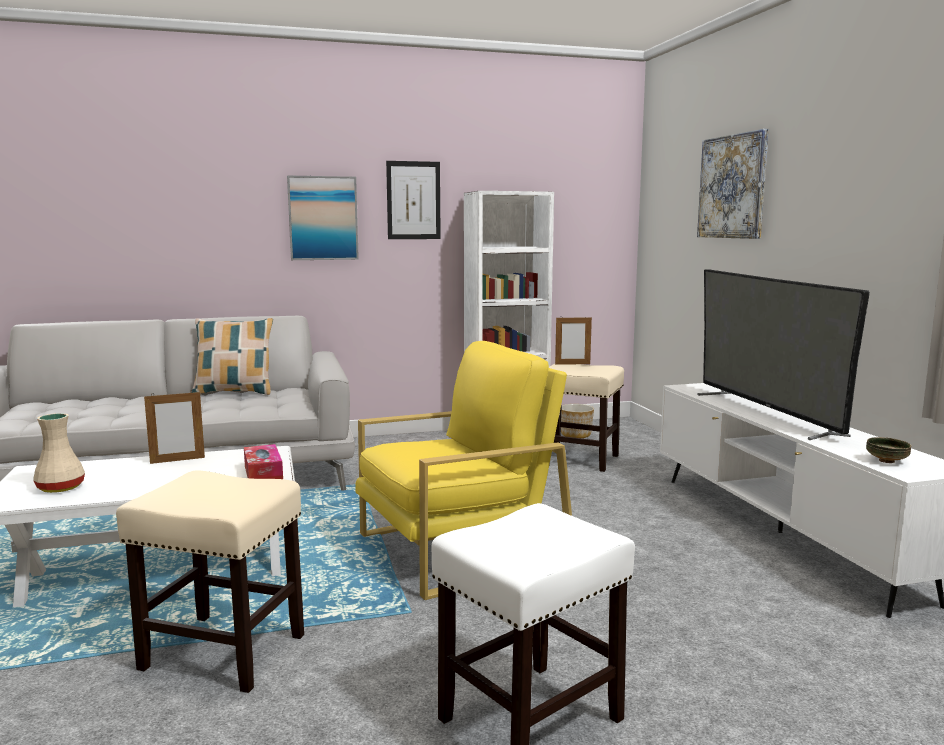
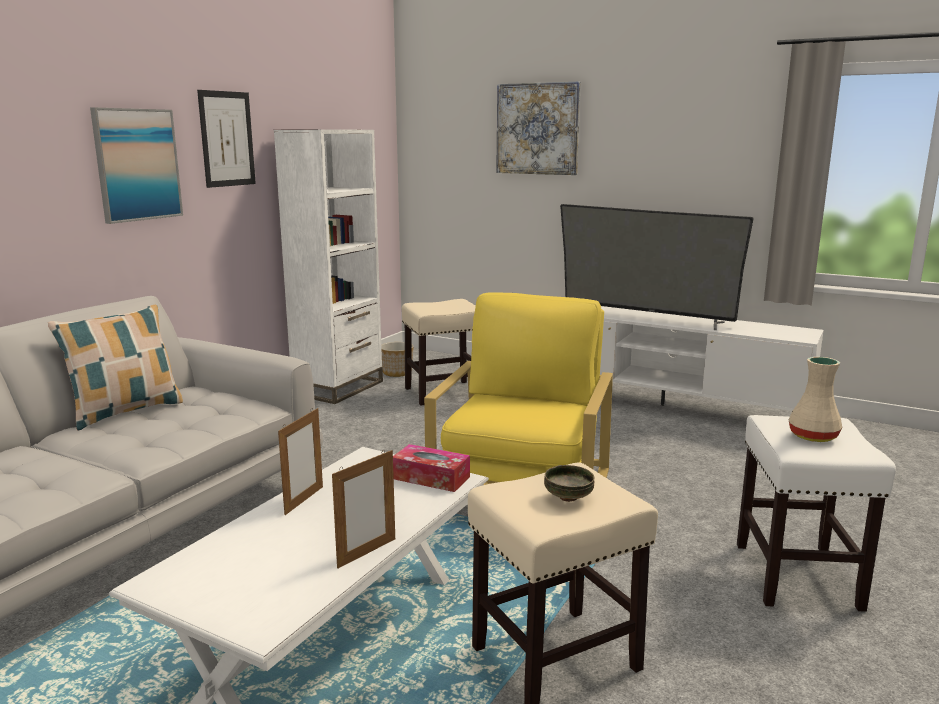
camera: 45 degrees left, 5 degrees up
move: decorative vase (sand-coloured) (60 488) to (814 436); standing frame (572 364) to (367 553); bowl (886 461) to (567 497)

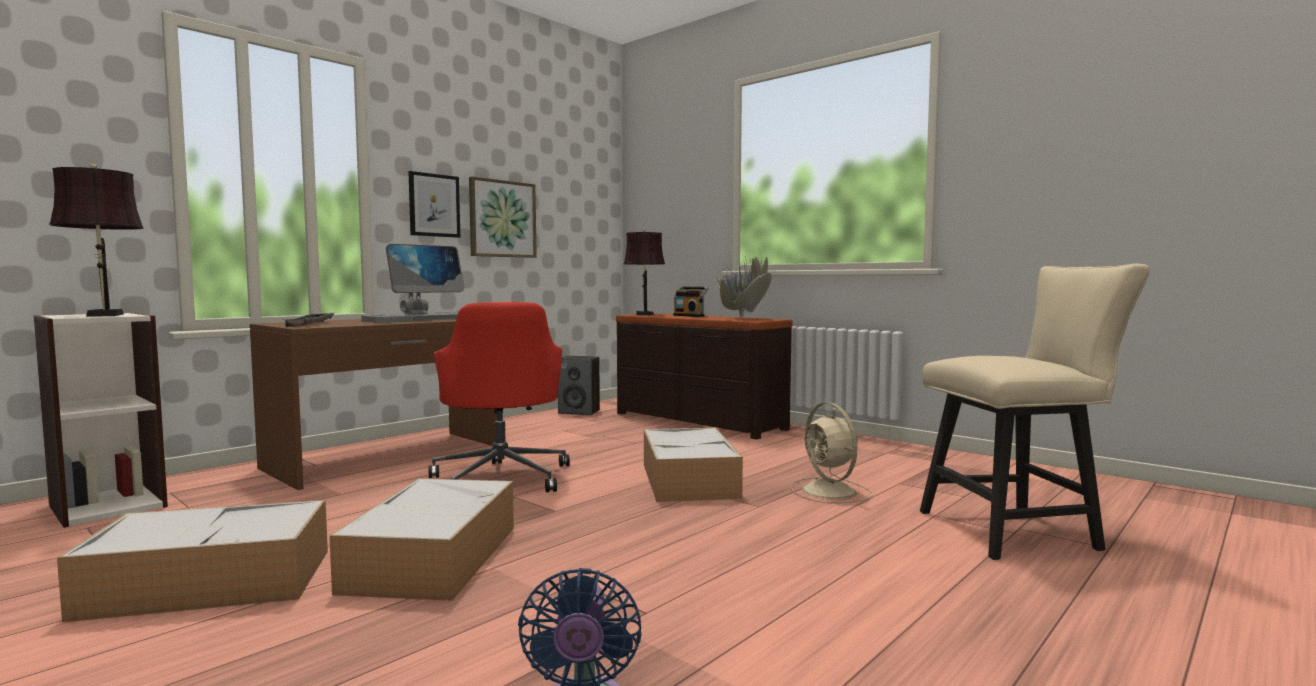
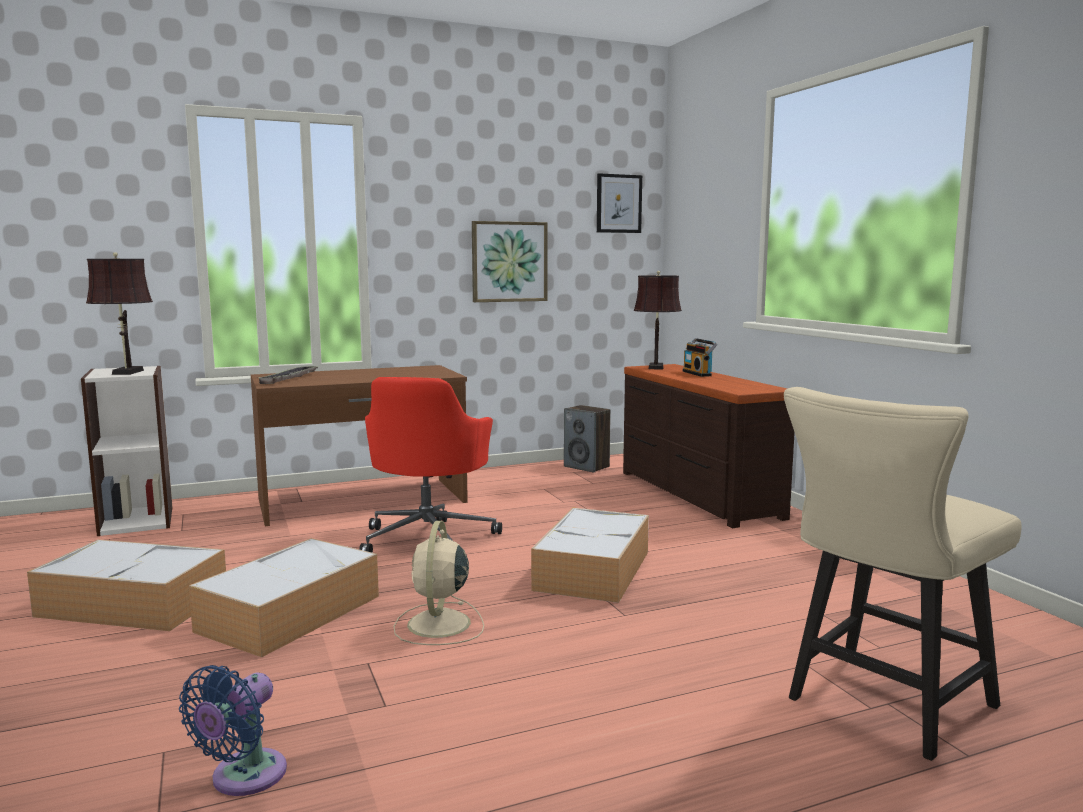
camera: 25 degrees right, 5 degrees up
delete: monitor (423 319); plant in a pot (741 319)
move: wall art (434 205) to (618 203); cooling fan (sand-coloured) (830 491) to (438 625)
rotate: plain chair (sand-coloured) (1019 530) = (882 706) 120 degrees clockwise

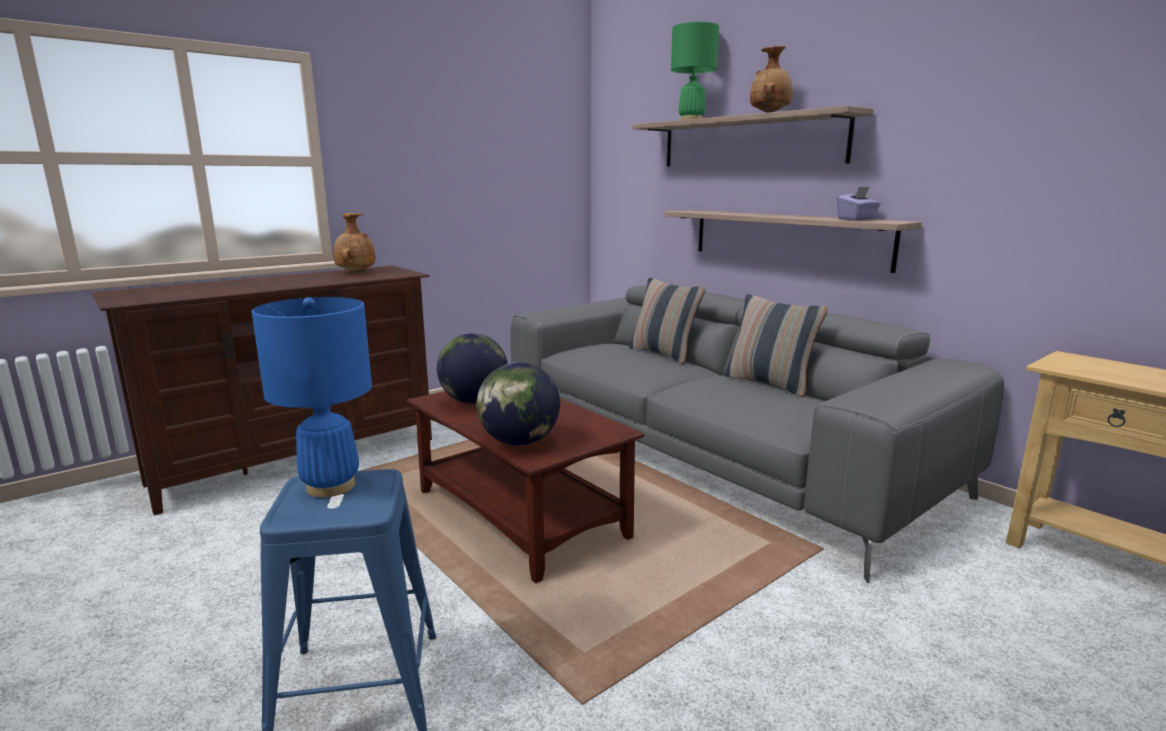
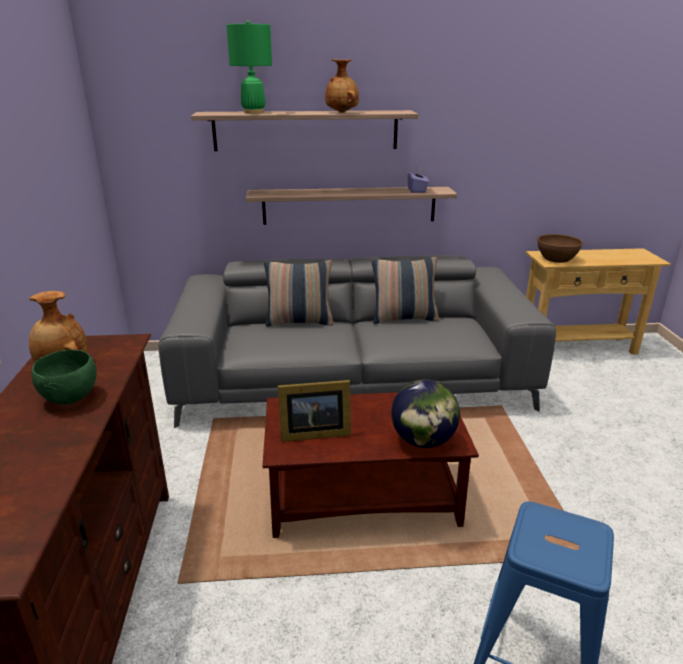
camera: 55 degrees left, 10 degrees up
delete: table lamp (blue) (331 486)
insert: bowl (green) (71 397); bowl (brown-coloured) (556 259)
replace: globe (474 401) to standing frame (313 433)

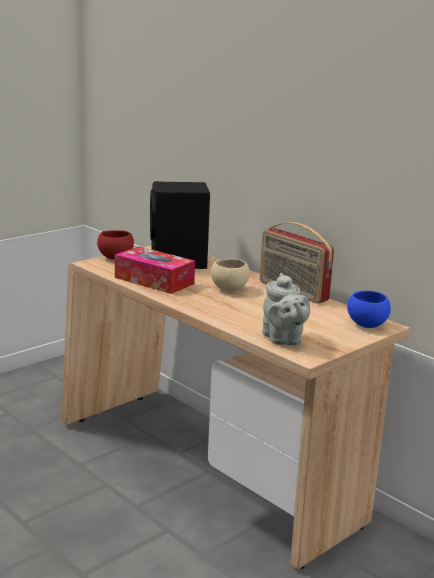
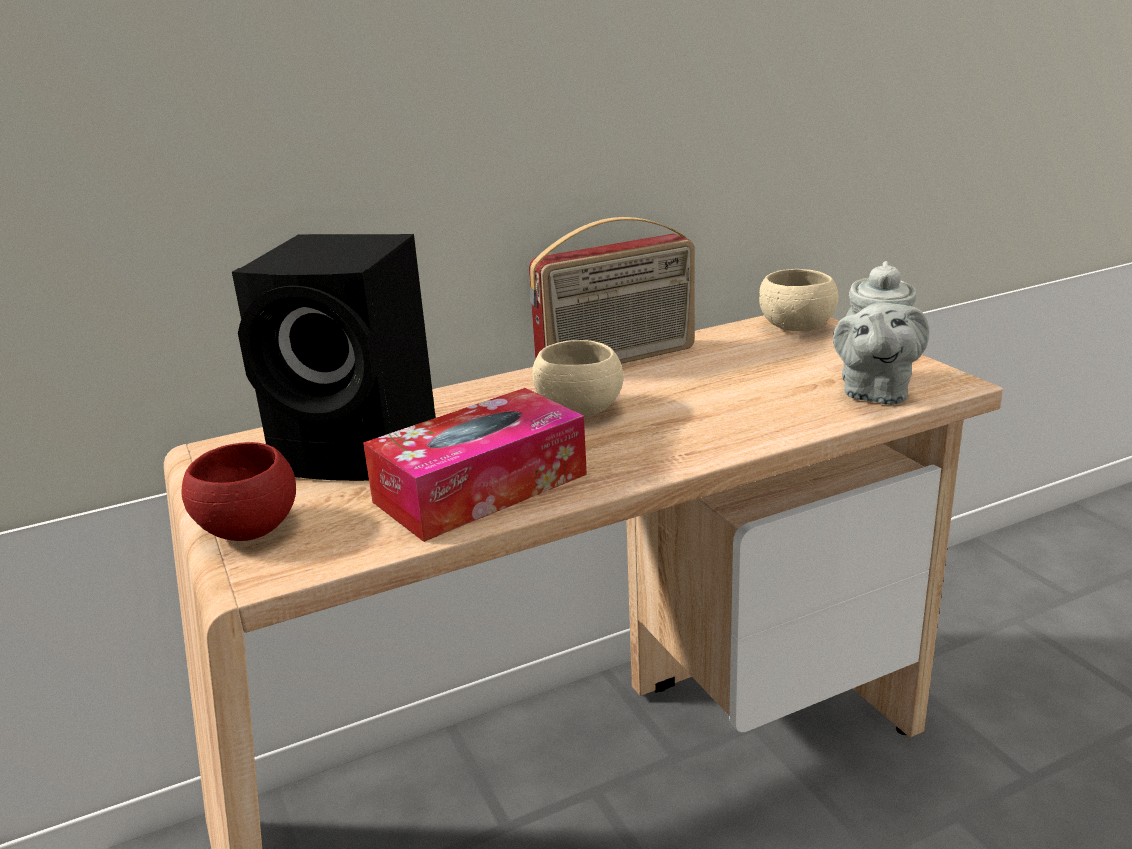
camera: 70 degrees left, 5 degrees up
recolor: bowl (blue) (366 324) to bowl (sand-coloured) (797 328)
rotate: teapot (greyish) (283 340) = (874 392) 105 degrees clockwise

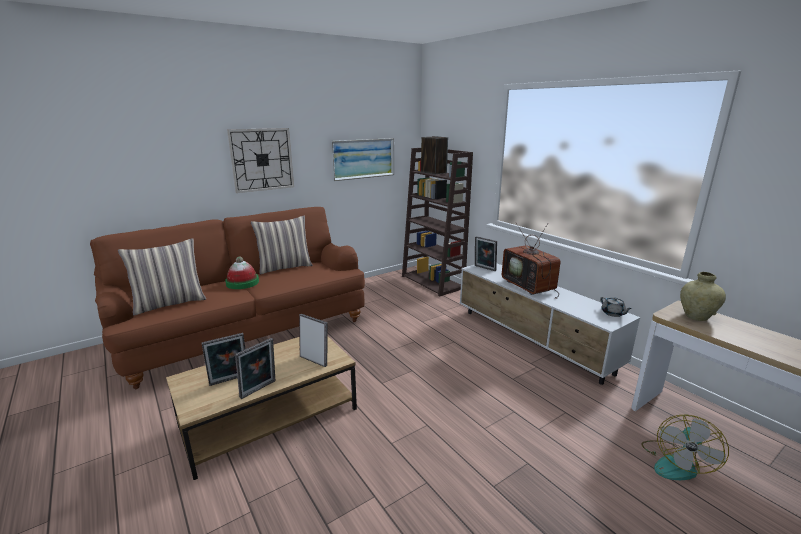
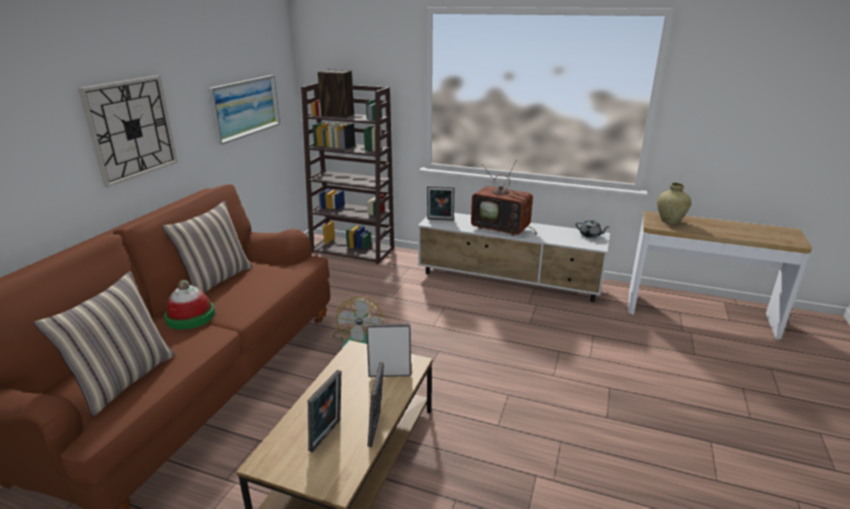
camera: 35 degrees left, 5 degrees up
move: cooling fan (676 463) to (357 340)

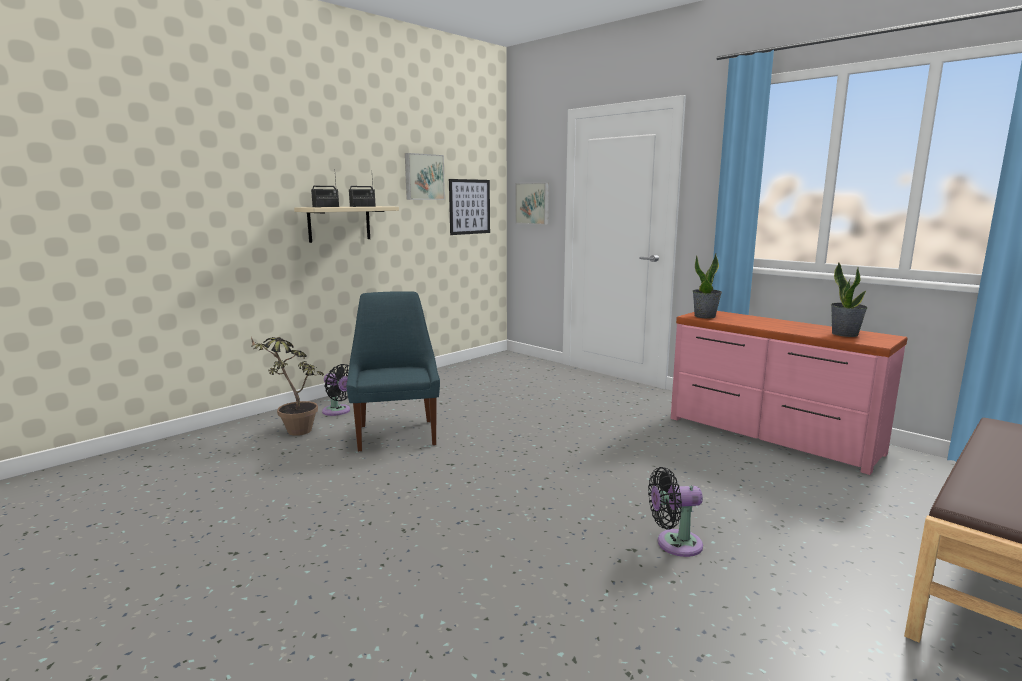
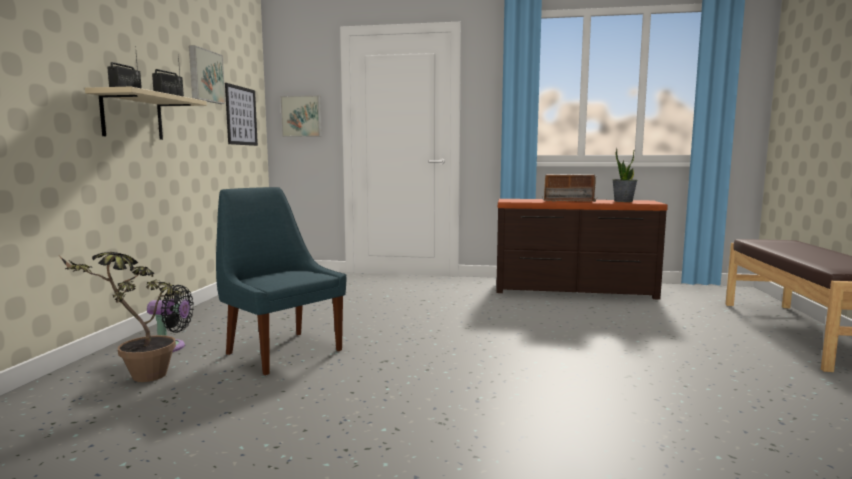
camera: 35 degrees left, 5 degrees down
delete: cooling fan (blackish) (674 544); plant in a pot (705 316)
insert: radio (569 201)
recolor: dresser (pink) (770 435) to dresser (brown-coloured) (573 290)

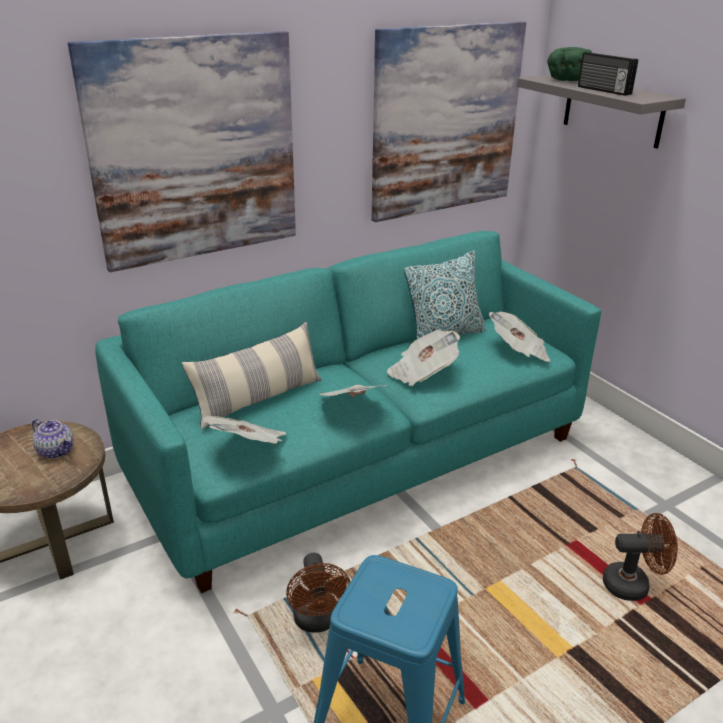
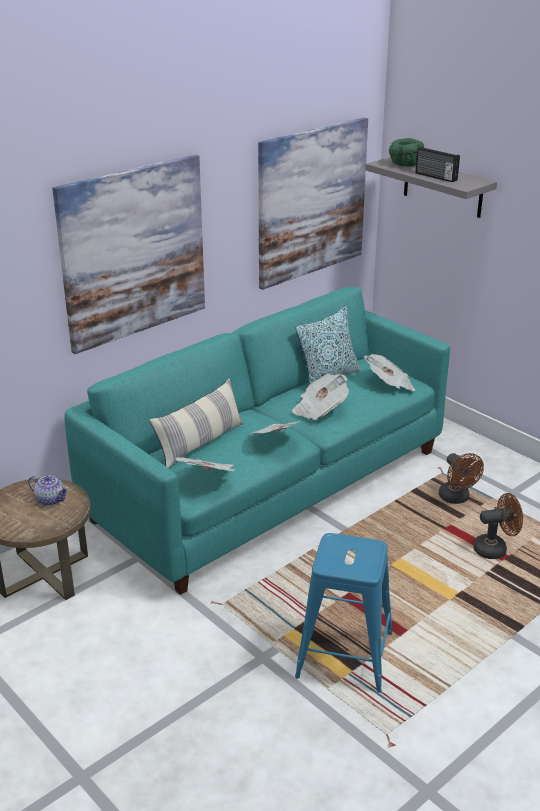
camera: 10 degrees left, 0 degrees up
move: cooling fan (brown-coloured) (318 621) to (456 498)

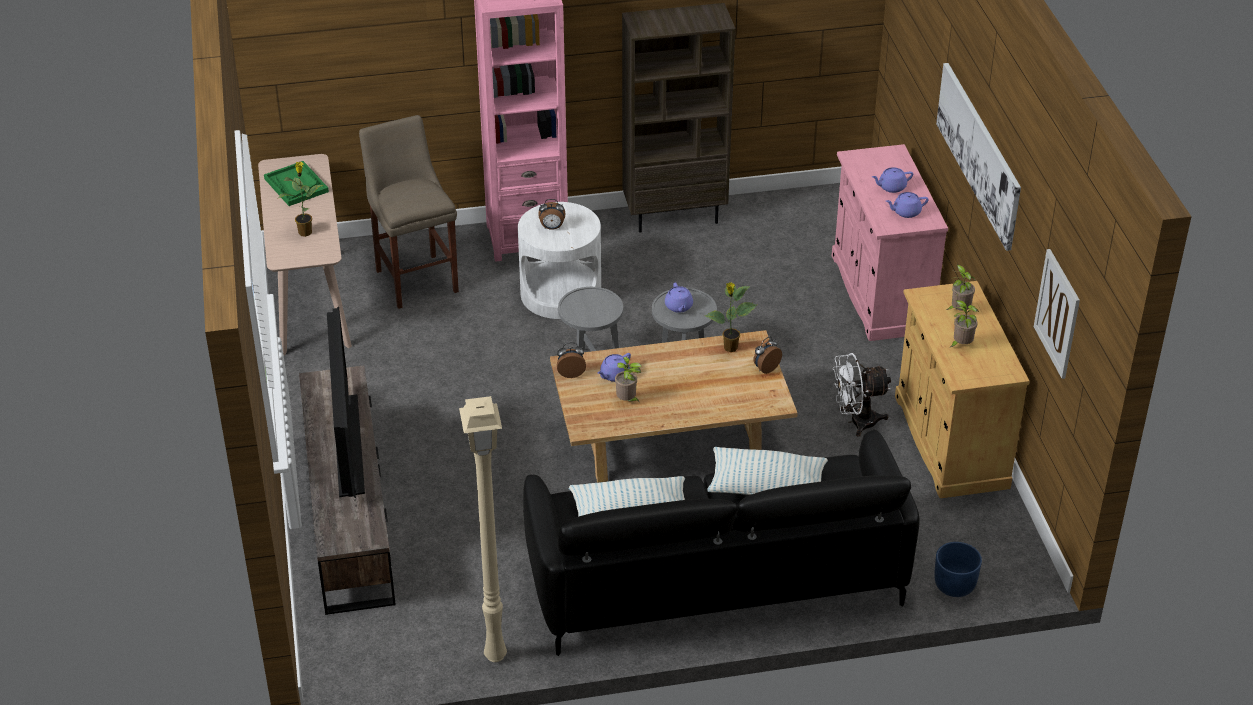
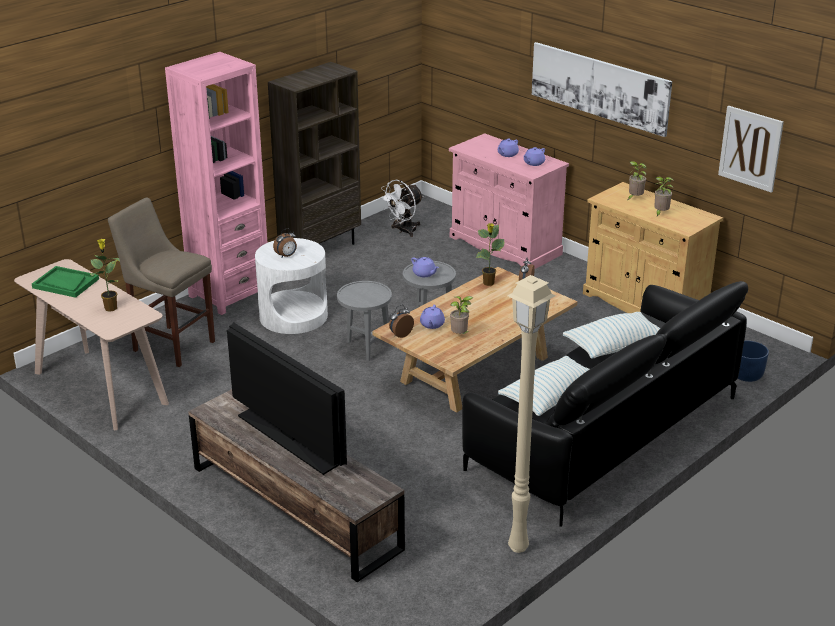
camera: 35 degrees left, 10 degrees down
move: cooling fan (white-coloured) (856 422) to (403 231)

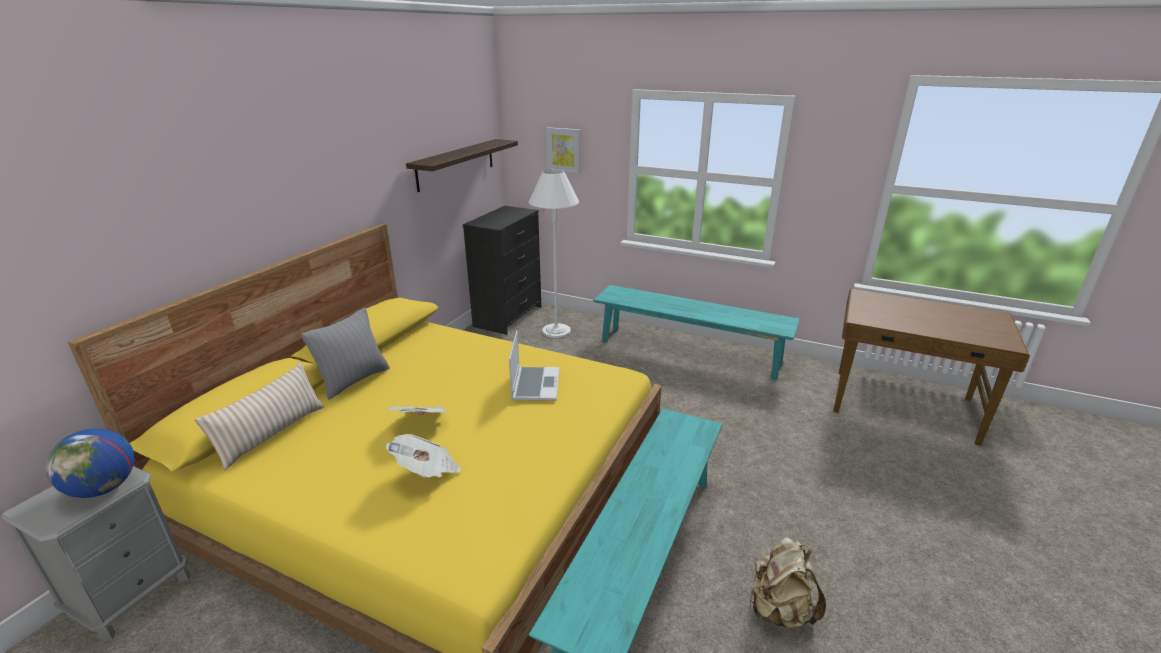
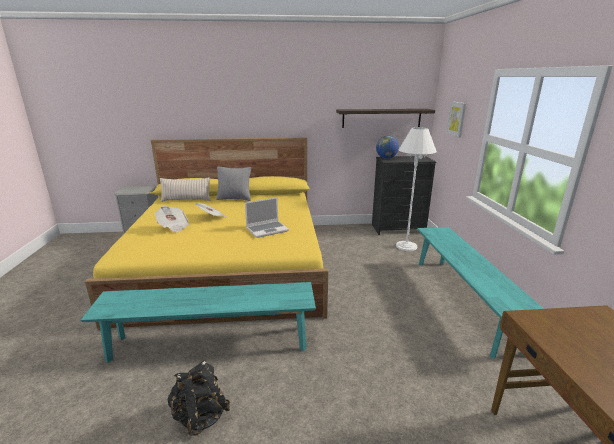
camera: 60 degrees right, 5 degrees down
move: globe (104 488) to (386 158)
recolor: rucksack (sand-coloured) (779 610) to rucksack (blackish) (200 416)

